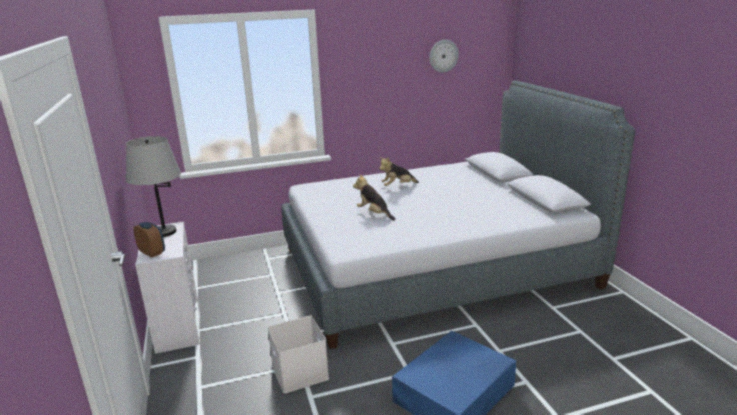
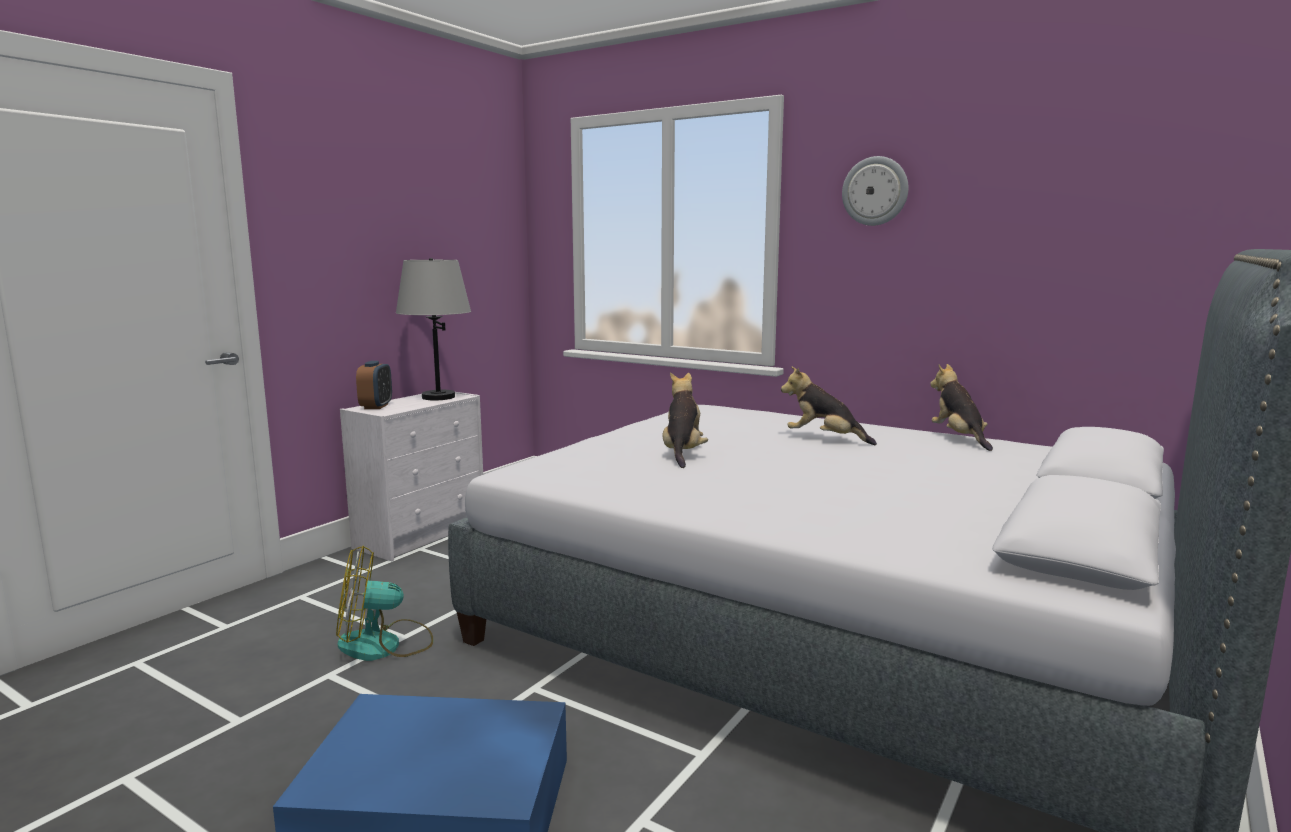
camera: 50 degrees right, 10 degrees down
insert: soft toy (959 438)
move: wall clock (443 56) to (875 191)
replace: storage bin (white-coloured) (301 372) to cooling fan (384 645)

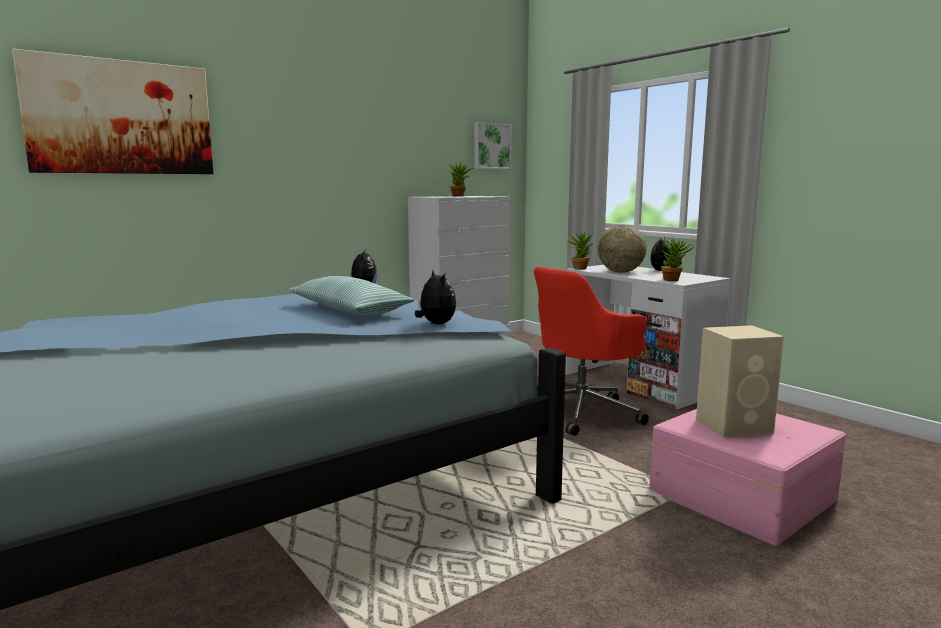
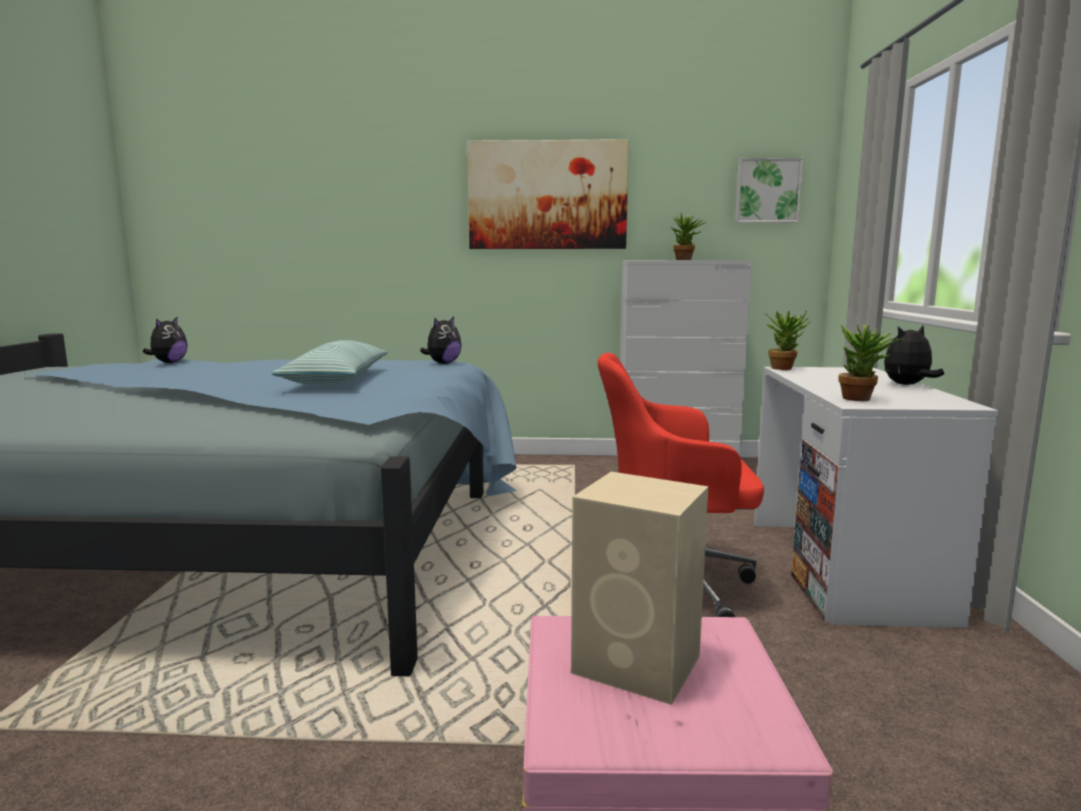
camera: 40 degrees right, 0 degrees up
delete: globe (620 272)
move: wall art (121 117) to (547 195); soft toy (435 324) to (169 363)

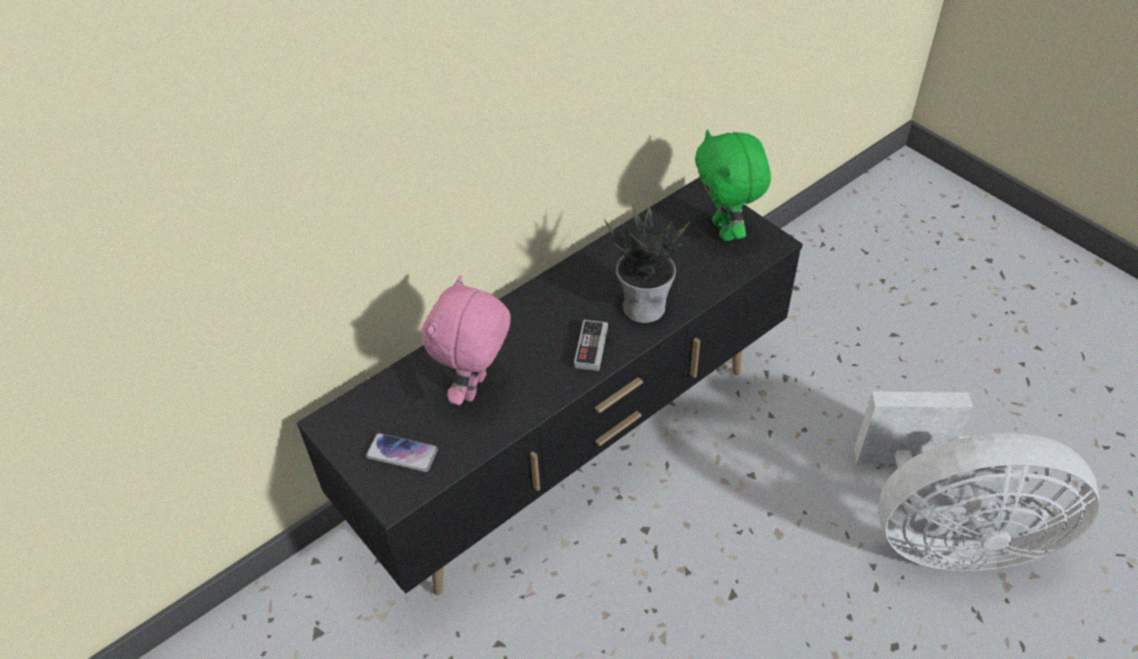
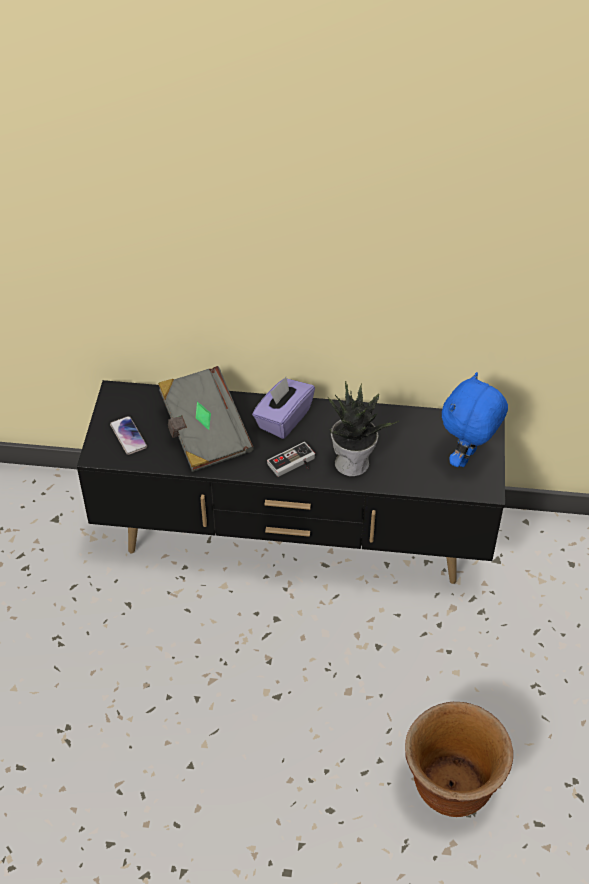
camera: 45 degrees right, 0 degrees up
insert: box of tissues (purple) (283 419)
replace: soft toy (pink) (476 388) to bound book (greyish) (204 433); cooling fan (white-coloured) (946 534) to plant pot (brown-coloured) (451 789)
recolor: soft toy (green) (725 230) to soft toy (blue) (467 458)

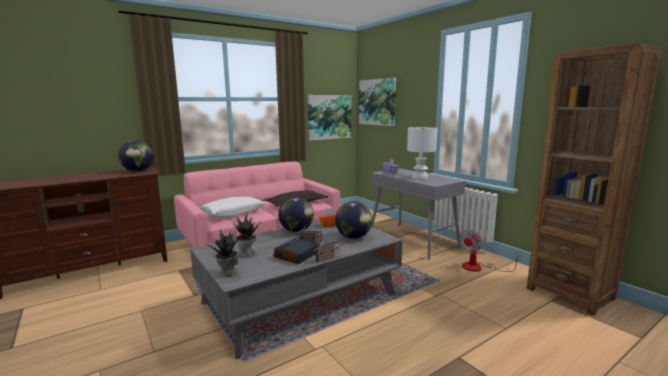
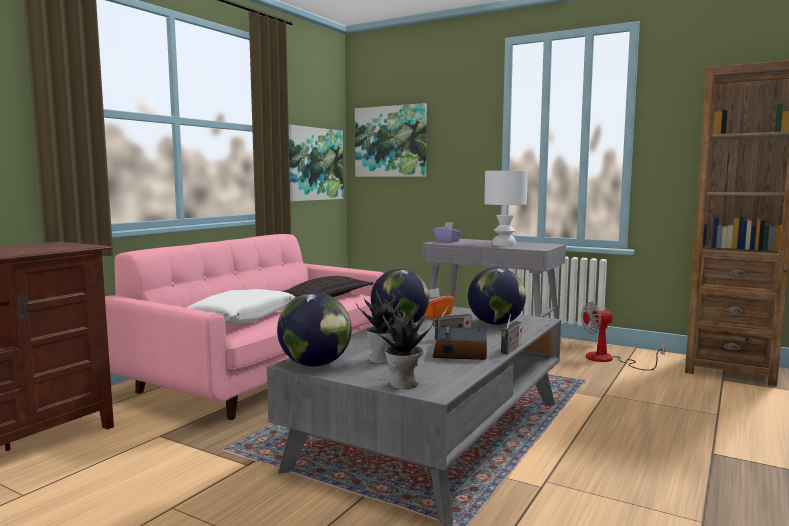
camera: 25 degrees left, 5 degrees down
move: globe (138 171) to (315 364)
rotate: cooling fan (479 267) = (608 360) 60 degrees clockwise

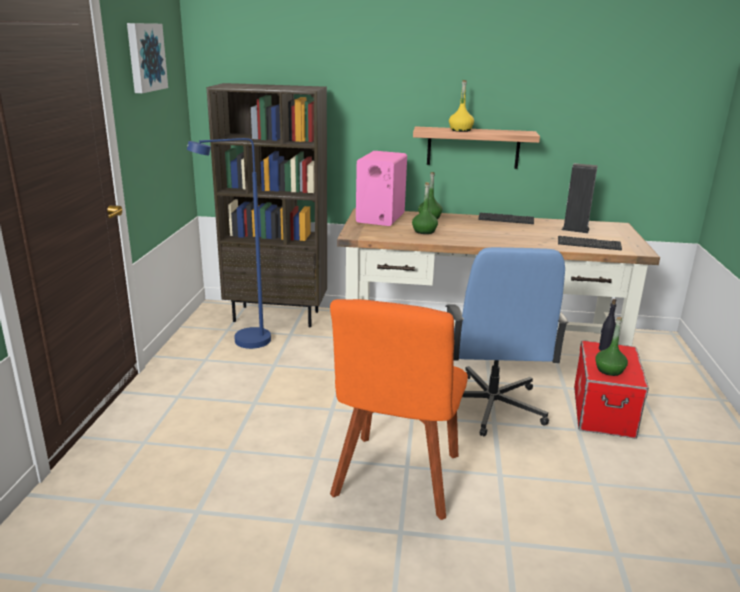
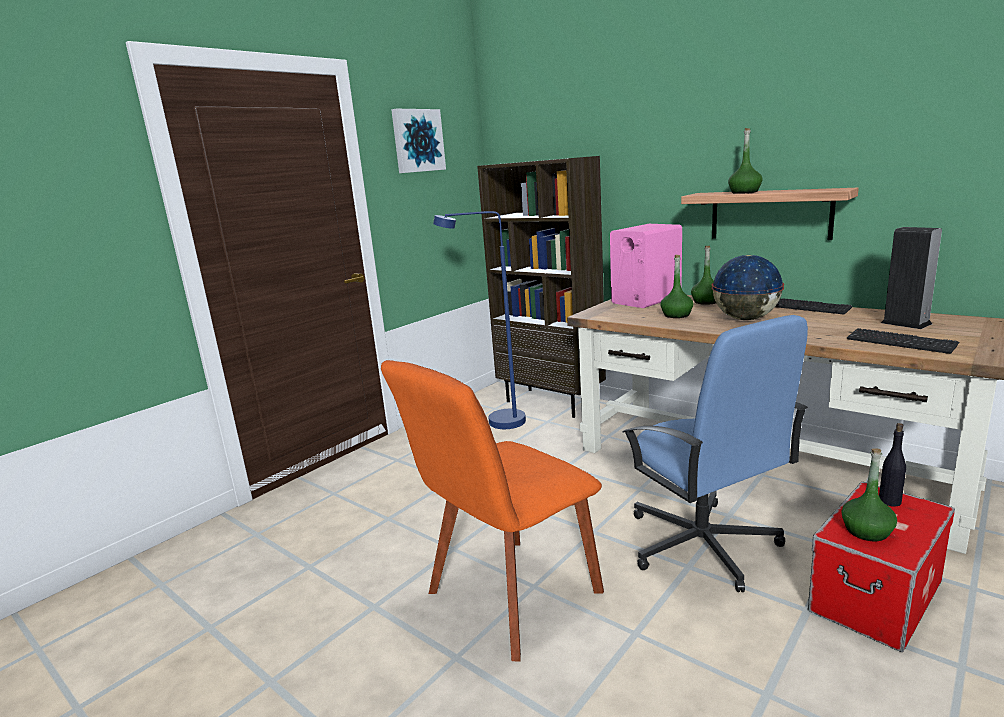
camera: 35 degrees right, 5 degrees down
insert: globe (745 319)
recolor: drink bottle (yellow-coloured) (460 130) to drink bottle (green) (744 192)
rotate: office chair (blue) (491 406) = (702 545) 60 degrees counterclockwise

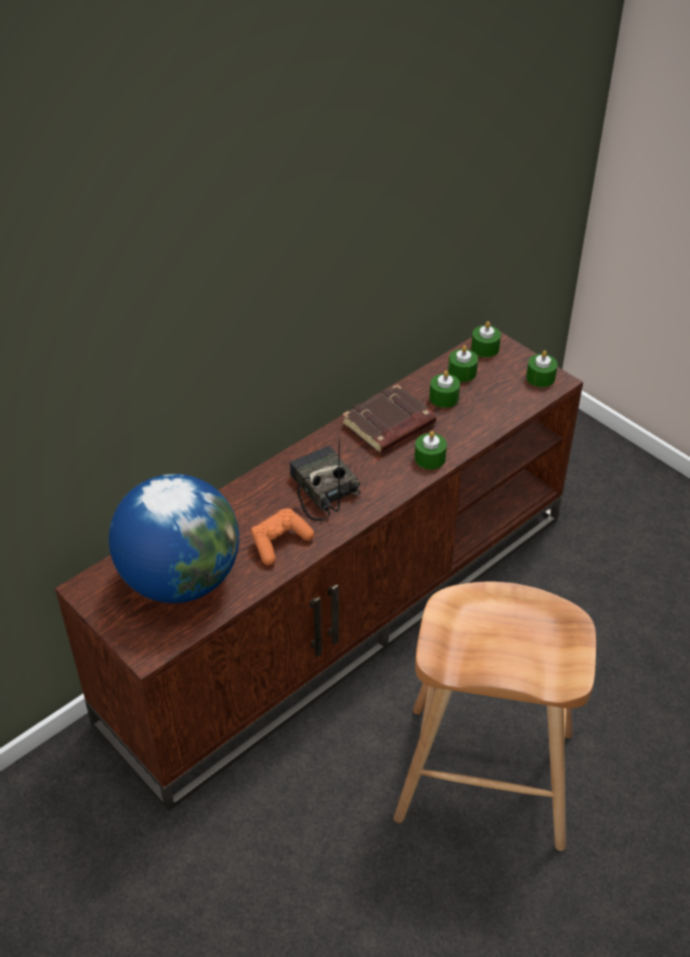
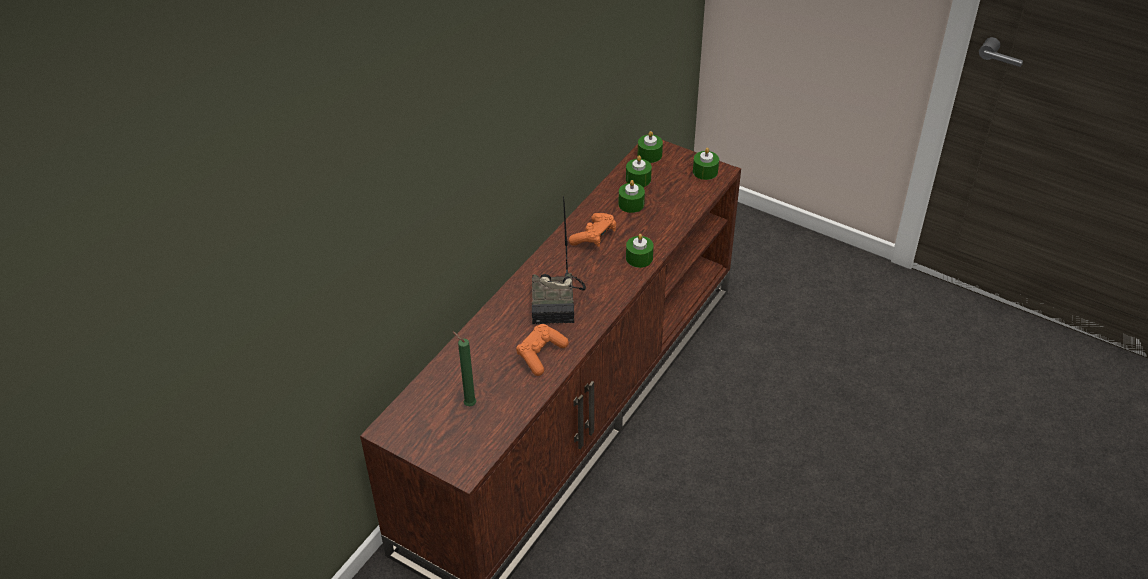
camera: 15 degrees left, 0 degrees up
delete: sitting stool (brown-coloured) (484 776)
replace: globe (180 579) to wax candle (green) (468 404); bound book (brown-coloured) (389 425) to joypad (orangey) (594 237)
rotate: radio (321 489) = (558 303) 135 degrees counterclockwise

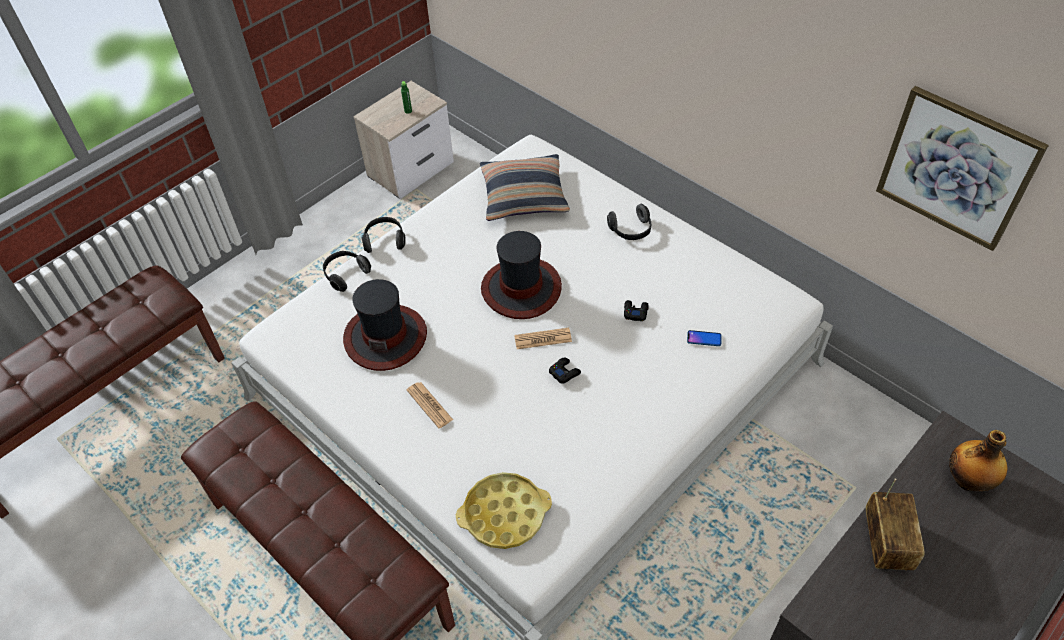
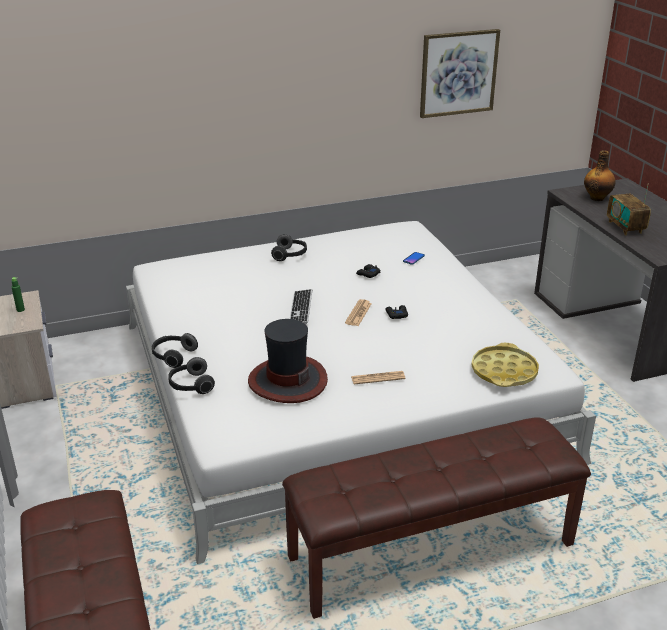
camera: 65 degrees left, 20 degrees down
delete: cushion (524 196)
replace: hat (521 289) to computer keyboard (300 308)
rotate: radio (886 543) = (625 227) 135 degrees counterclockwise

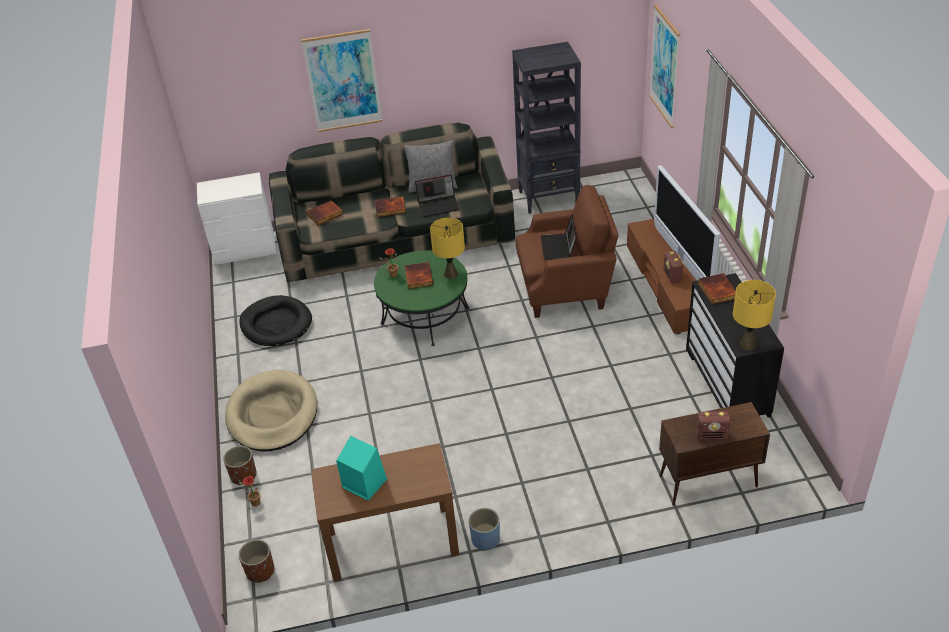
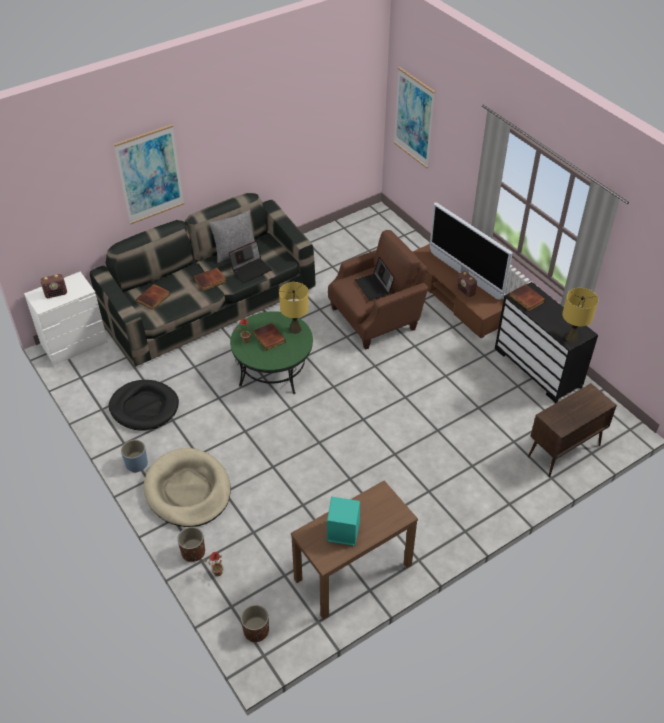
camera: 25 degrees left, 5 degrees up
delete: bookcase (blackish) (549 198)
move: plant pot (blue) (485 539) to (136 464); radio (711 435) to (56 294)

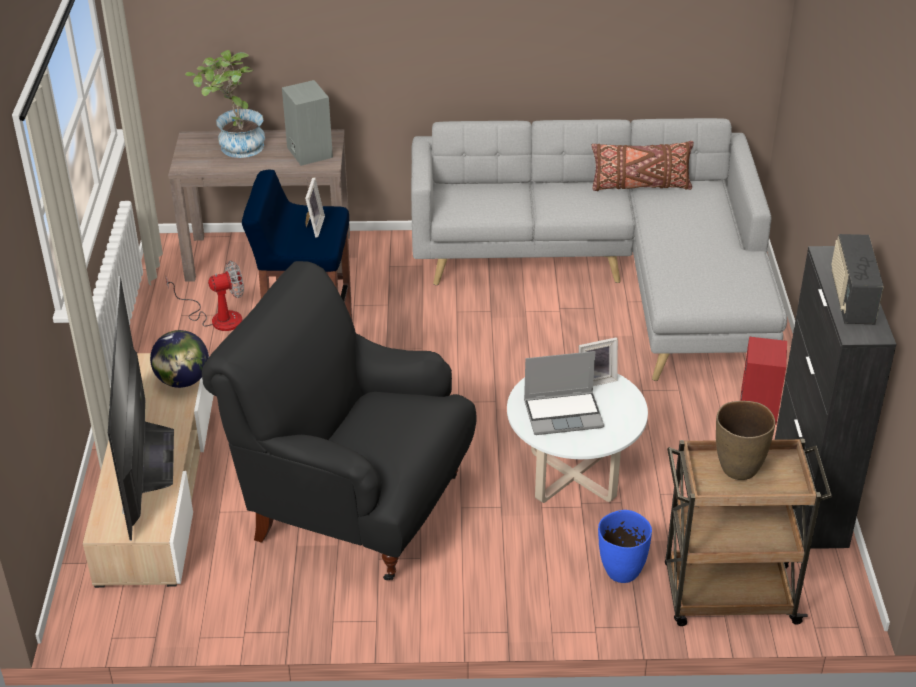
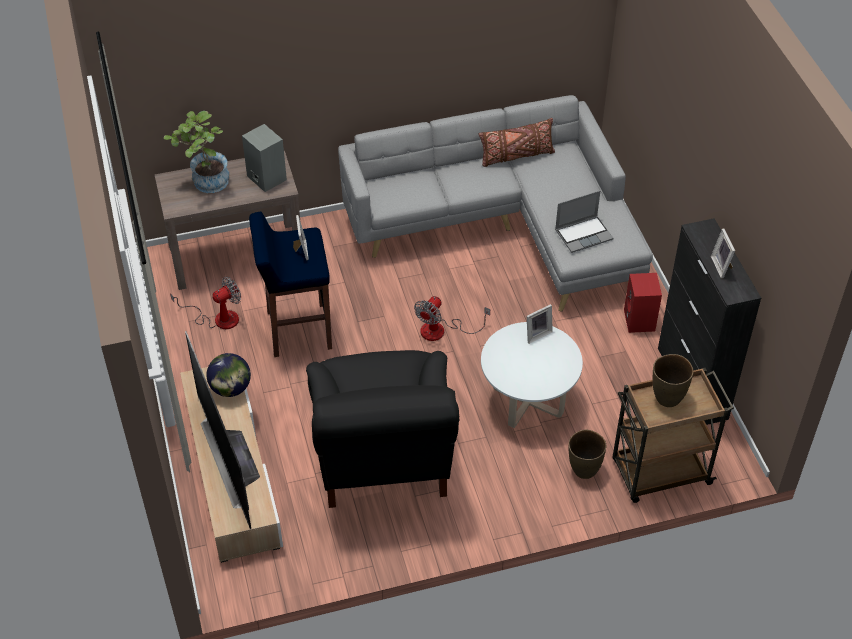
camera: 15 degrees left, 10 degrees up
insert: cooling fan (441 330)
move: laptop (564 413) to (584 234)
replace: radio (851 300) to standing frame (722 266)
recolor: decorative vase (blue) (621 571) to decorative vase (brown-coloured) (583 470)
rotate: armchair (blackish) (354 507) = (383 459) 105 degrees counterclockwise

